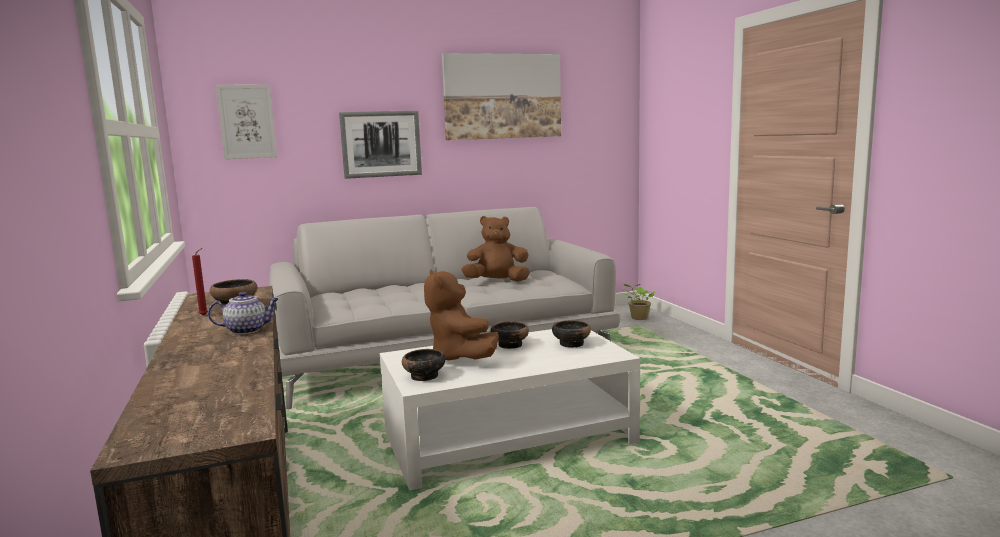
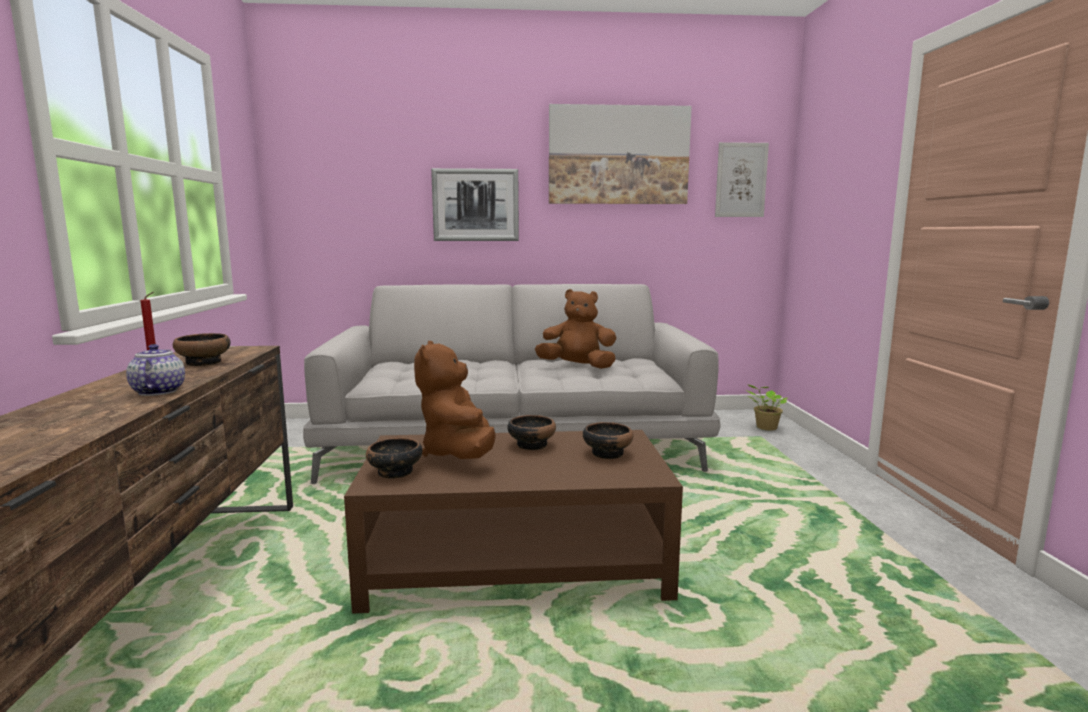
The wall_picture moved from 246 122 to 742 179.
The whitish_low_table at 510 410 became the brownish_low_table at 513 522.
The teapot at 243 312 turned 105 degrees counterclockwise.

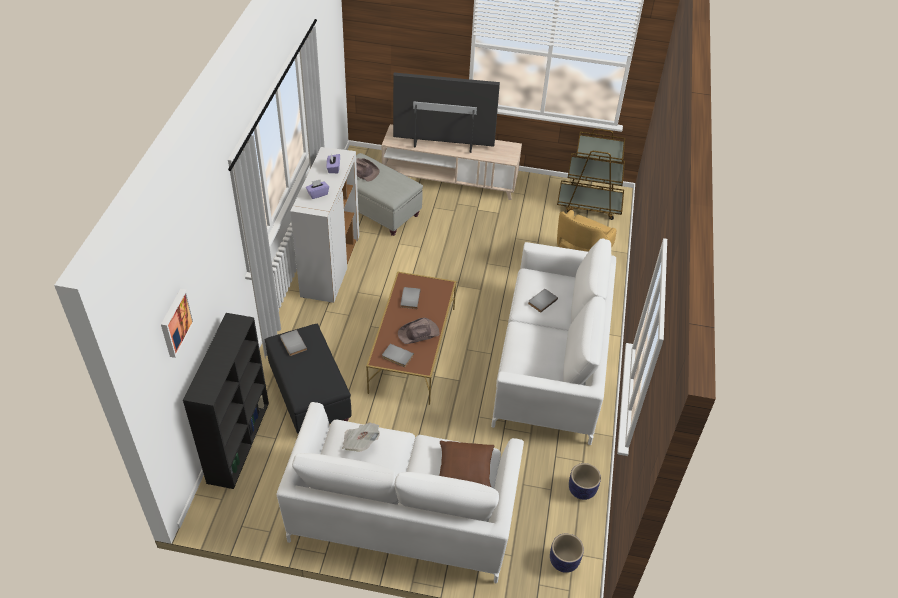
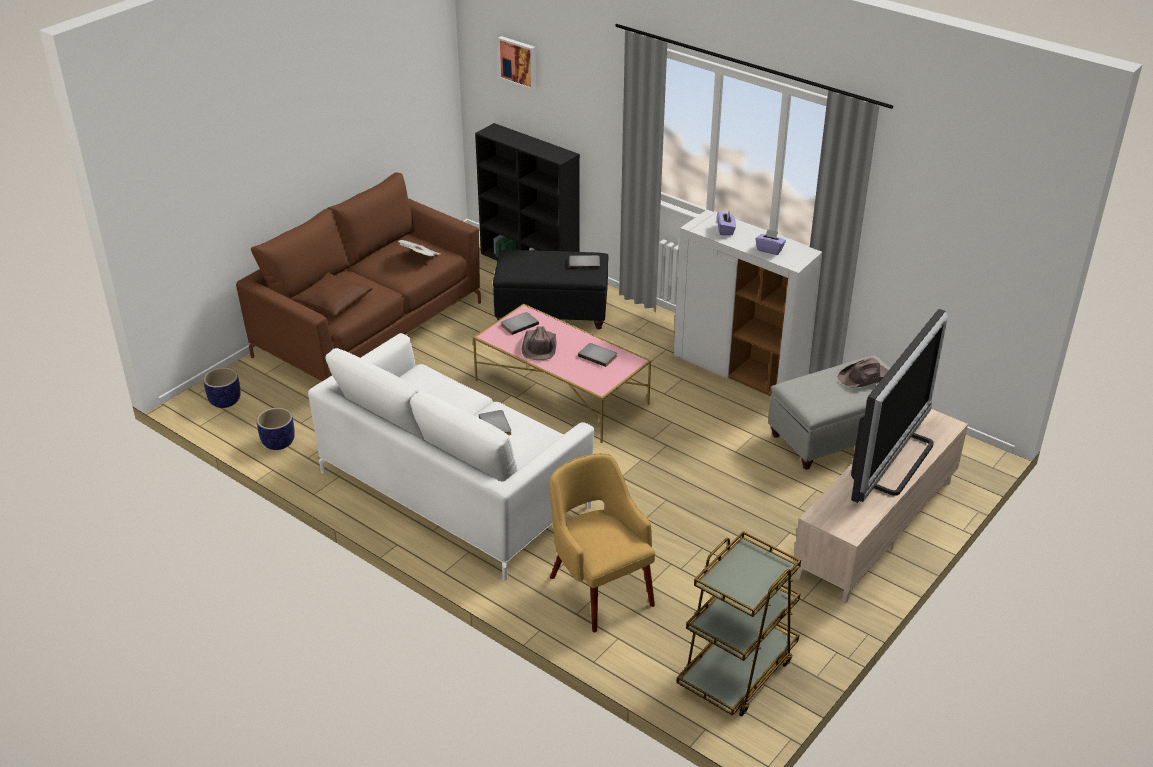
The whitish_sofa at 400 492 became the brownish_sofa at 358 276.
The brownish_low_table at 411 338 became the pink-coloured_low_table at 562 373.

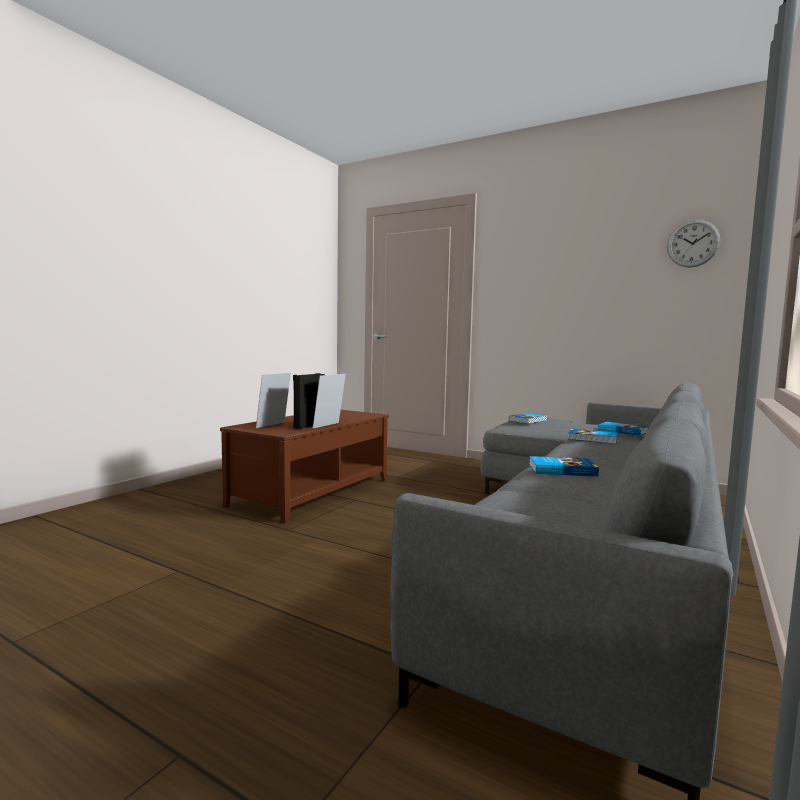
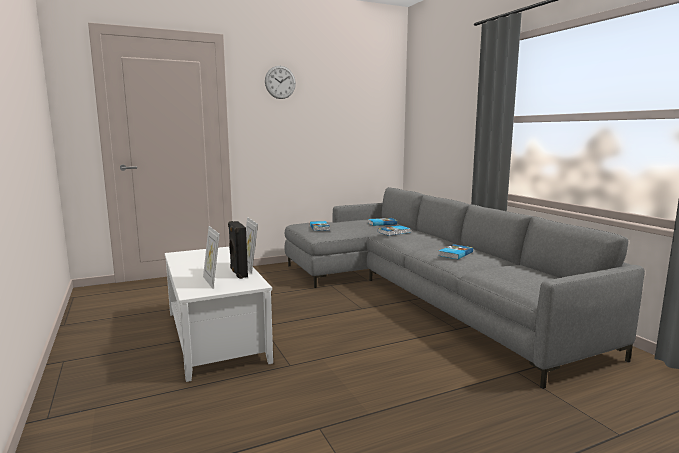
The wall_clock moved from 693 244 to 280 82.
The brownish_low_table at 304 466 became the whitish_low_table at 219 314.

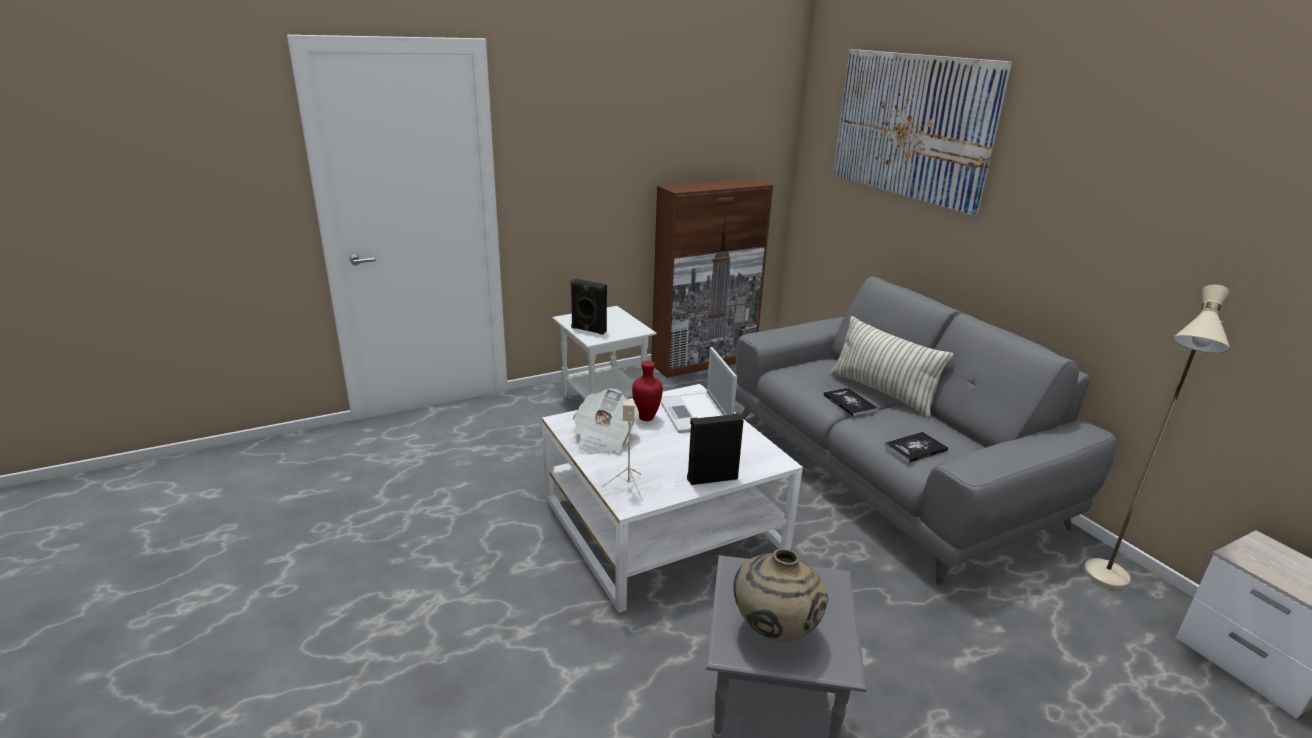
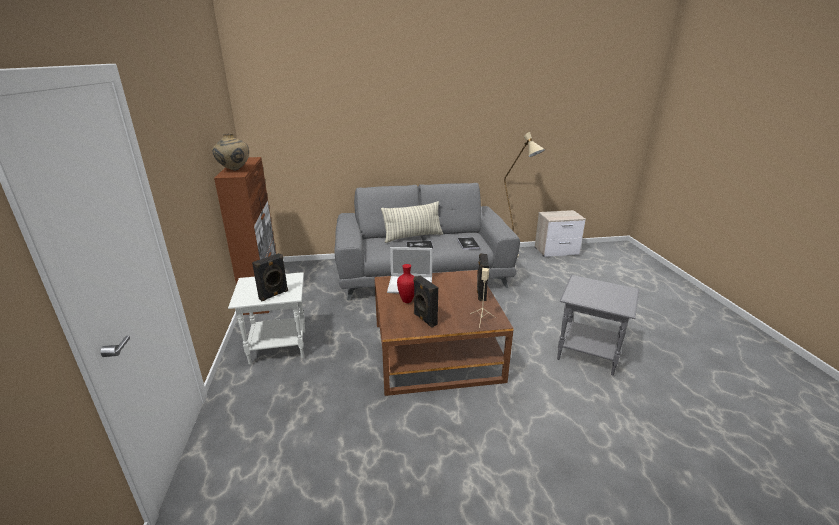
The wall_picture at 922 132 disappeared.
The beige_decorative_vase moved from 780 595 to 230 152.
The daily_paper at 606 421 was replaced by the black_loudspeaker at 426 301.
The whitish_low_table at 672 498 became the brownish_low_table at 444 333.

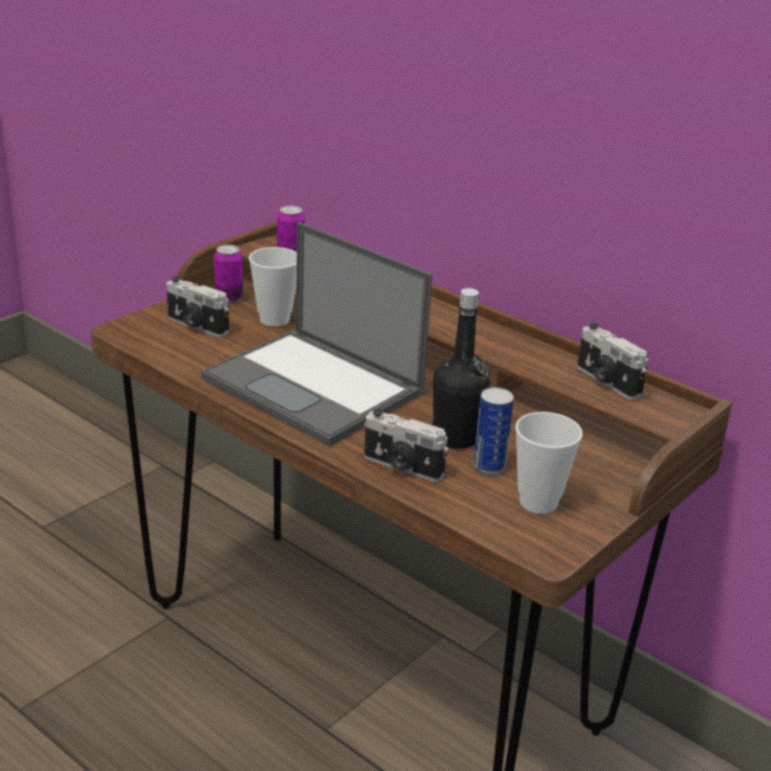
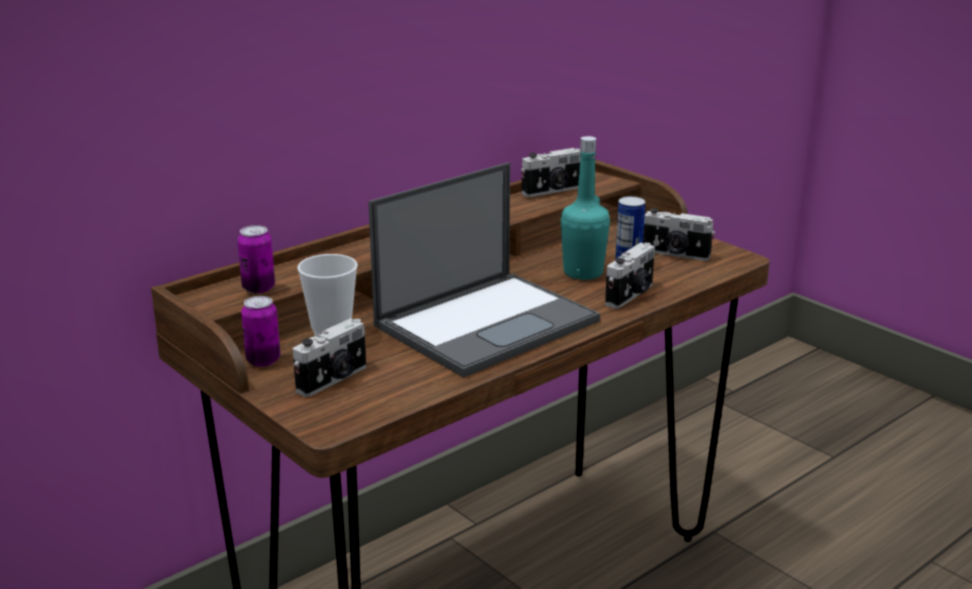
The drinking_cup at 548 463 was replaced by the photo_camera at 679 234.
The black_beverage_bottle at 461 368 became the turquoise_beverage_bottle at 585 208.

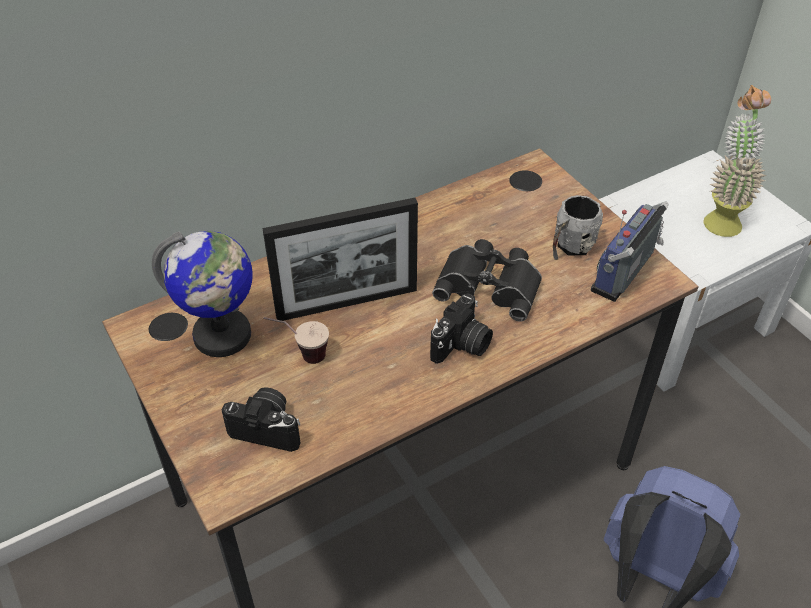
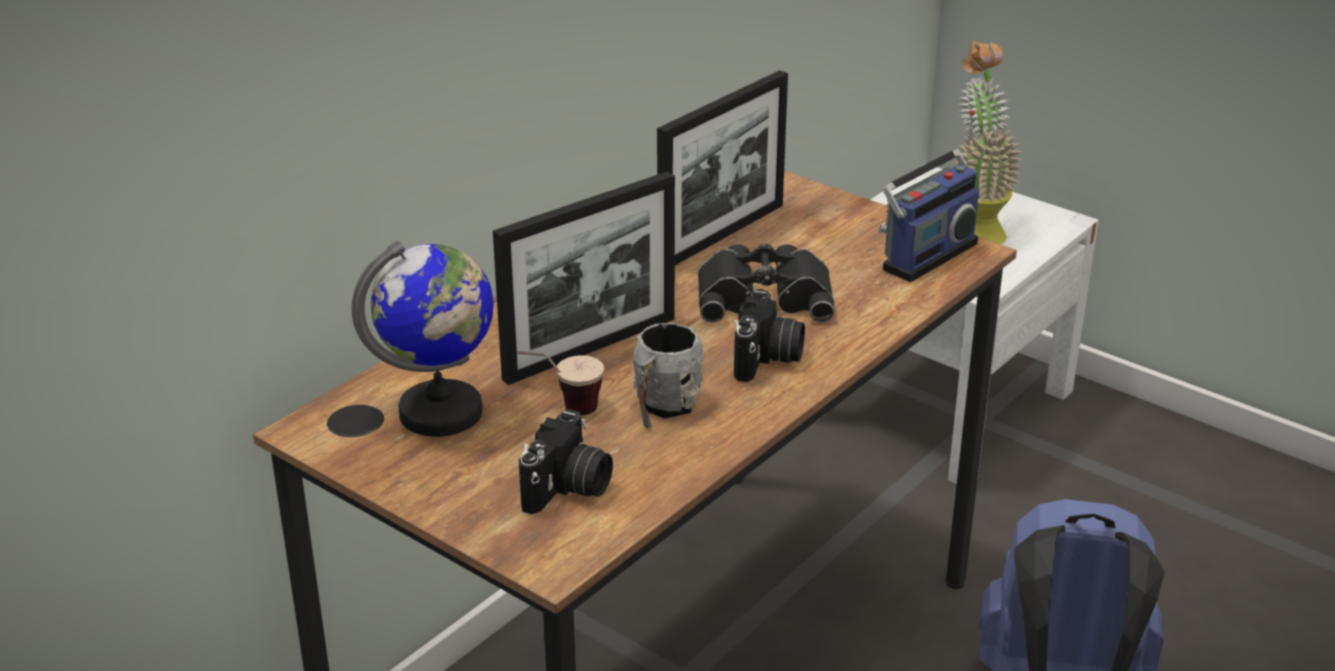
The standing_frame at 722 167 appeared.
The grey_tea_mug moved from 578 227 to 668 375.
The photo_camera at 261 419 turned 120 degrees clockwise.
The radio_set at 630 251 turned 150 degrees counterclockwise.

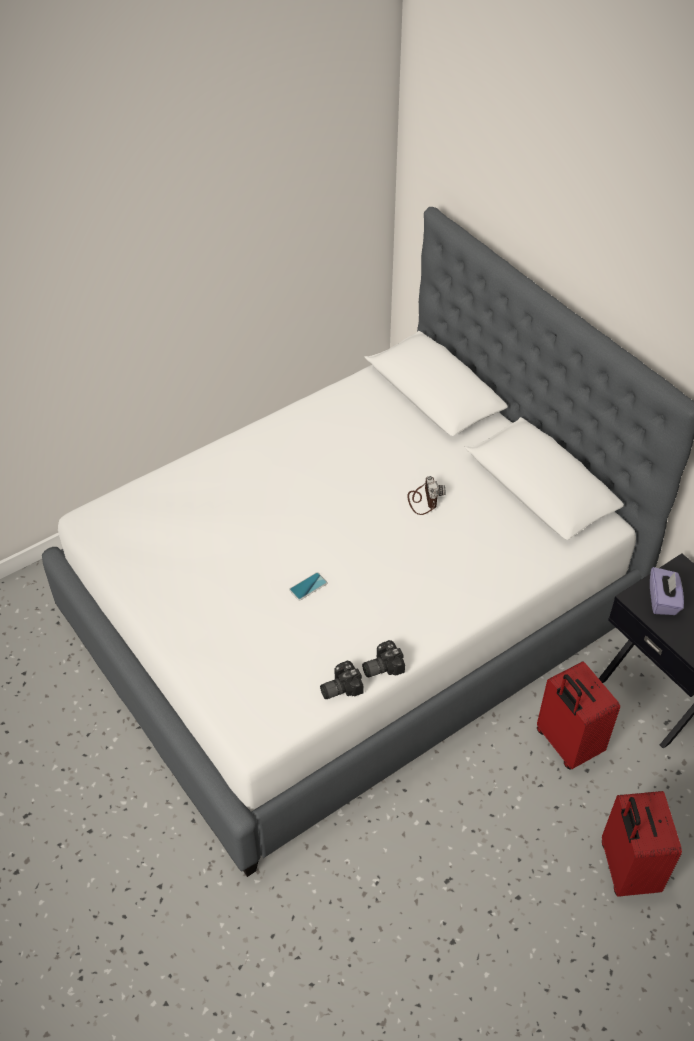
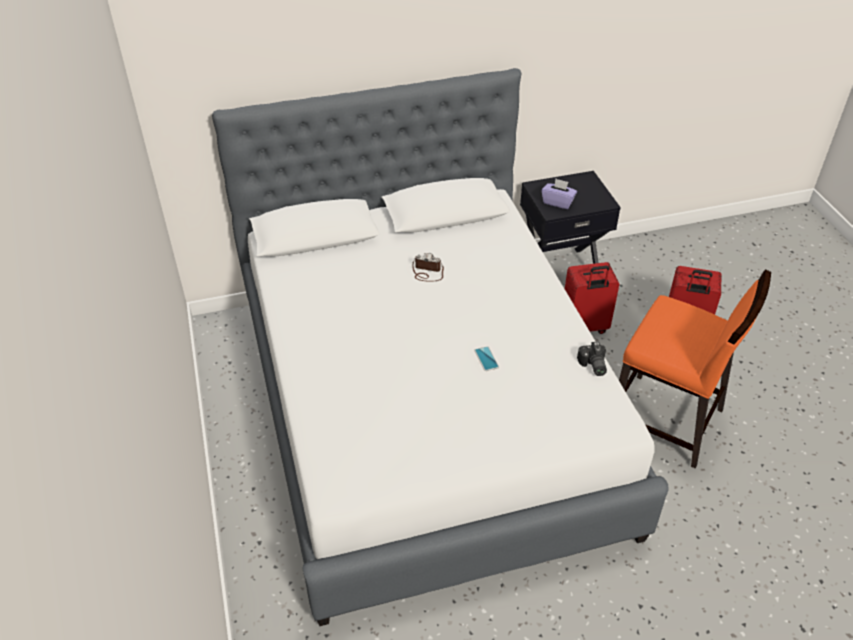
The photo_camera at 383 658 disappeared.
The orangey_chair at 695 369 appeared.

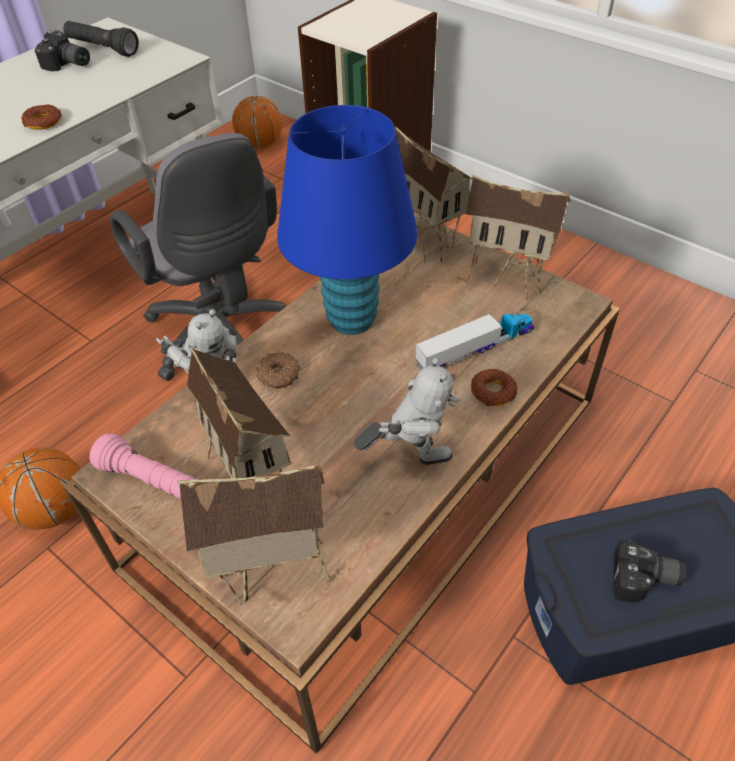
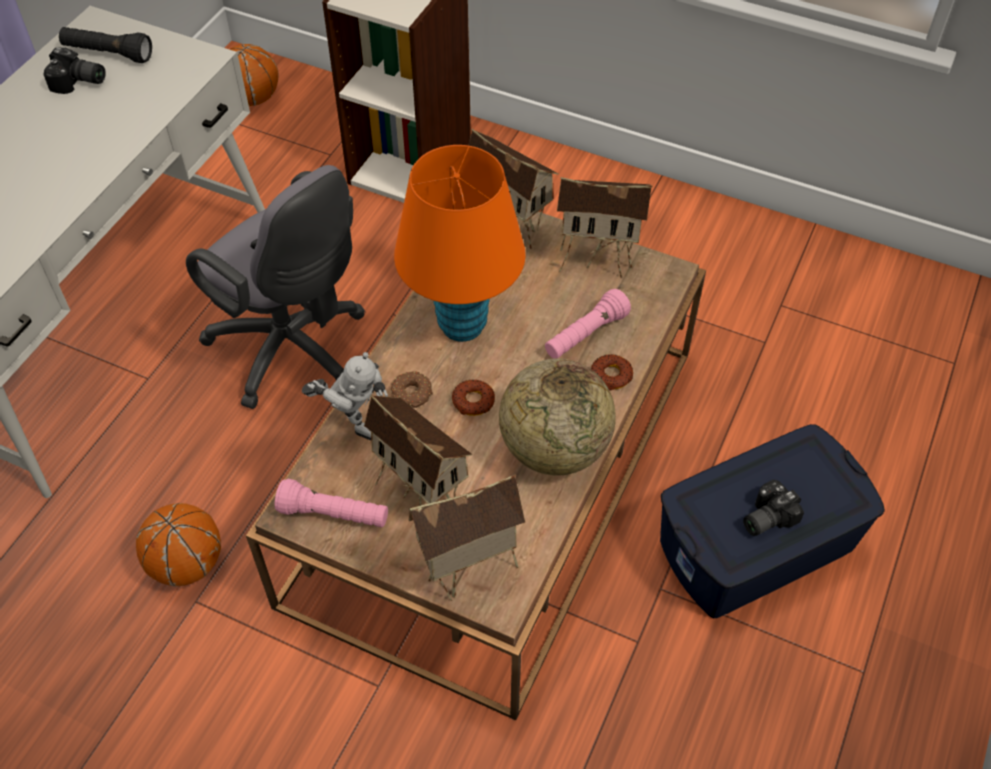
The donut moved from 41 117 to 473 398.
The robot_figure at 407 411 was replaced by the globe at 557 416.
The toy_lorry at 474 340 was replaced by the pink-coloured_flashlight at 588 324.
The blue_table_lamp at 347 220 became the orangey_table_lamp at 460 243.
The photo_camera at 649 571 turned 150 degrees clockwise.

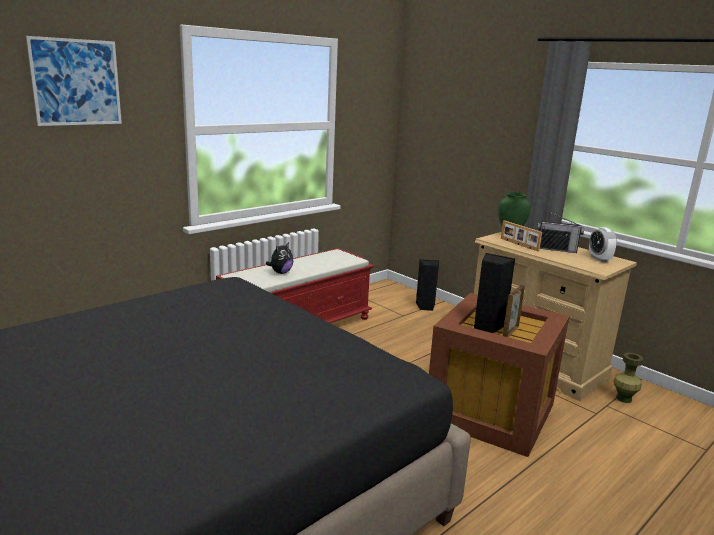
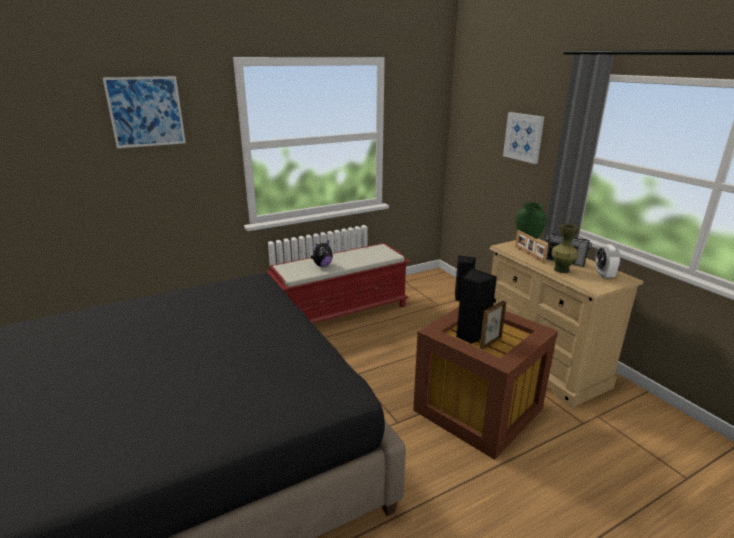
The wall_picture at 523 138 appeared.
The greenish_decorative_vase moved from 628 377 to 565 248.

